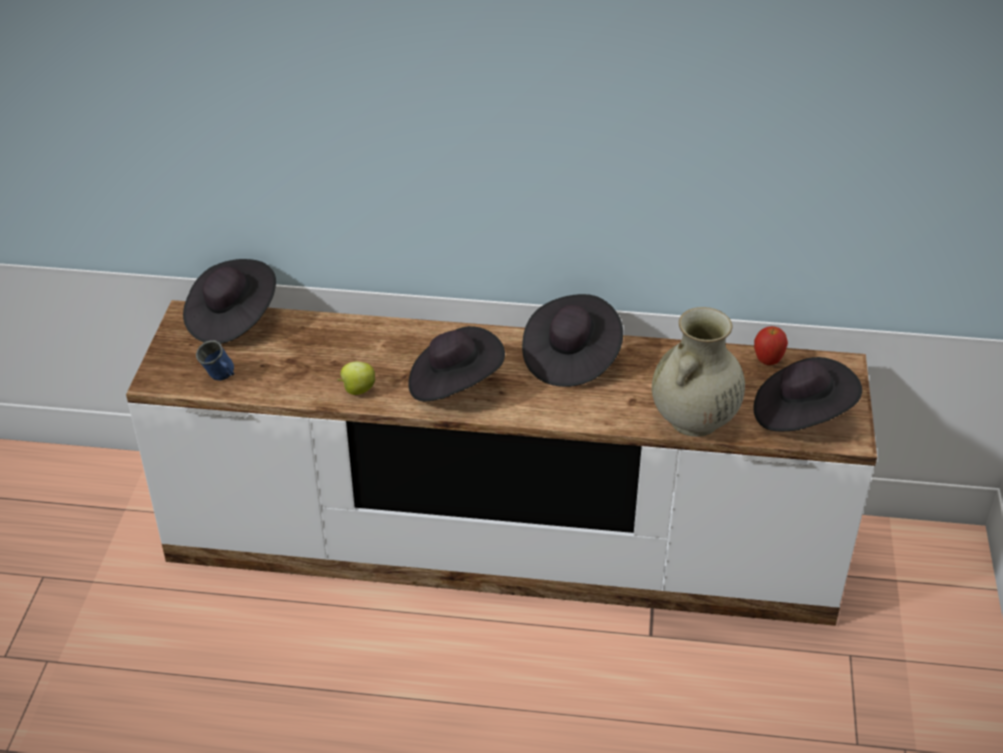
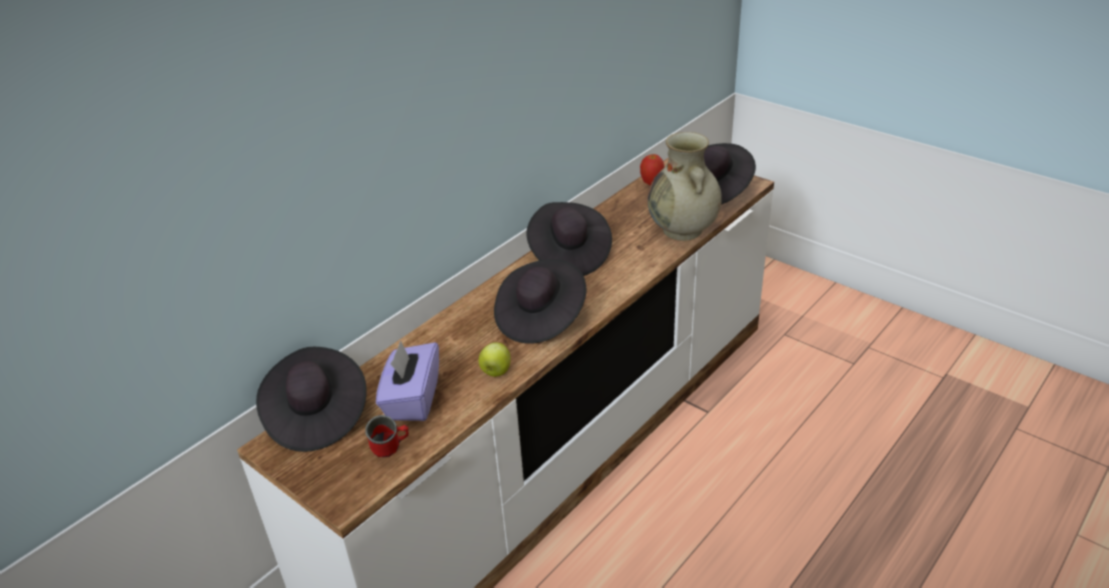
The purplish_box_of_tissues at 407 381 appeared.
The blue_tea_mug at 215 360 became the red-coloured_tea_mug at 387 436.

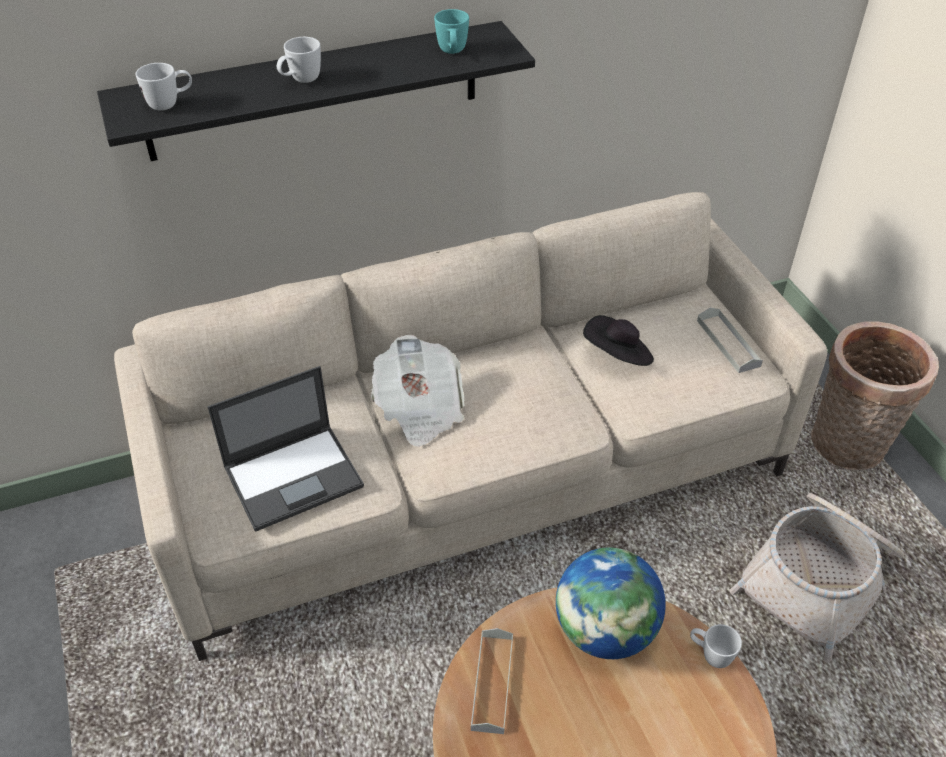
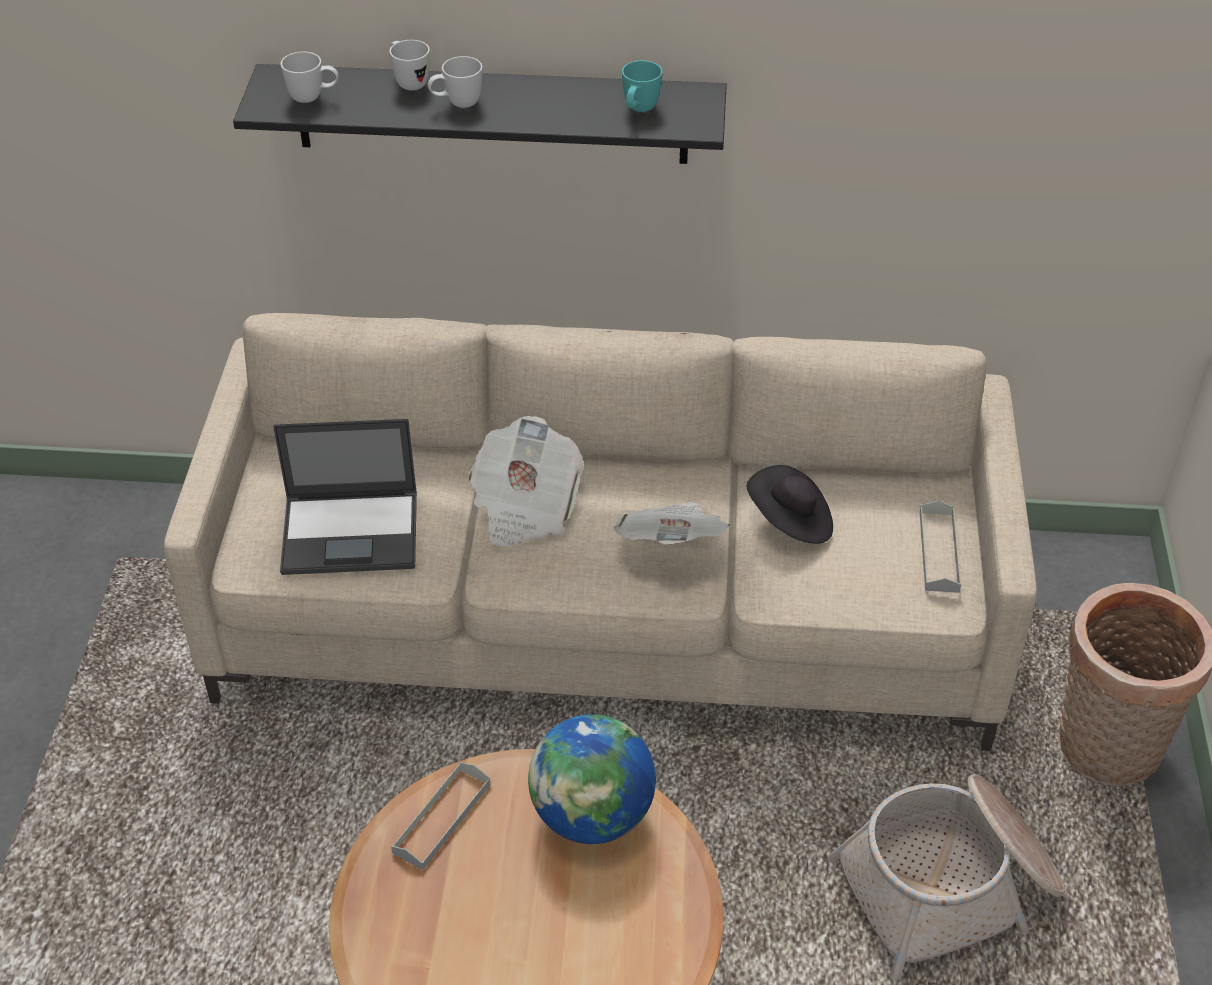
The daily_paper at 672 523 appeared.
The whitish_tea_mug moved from 716 646 to 409 65.

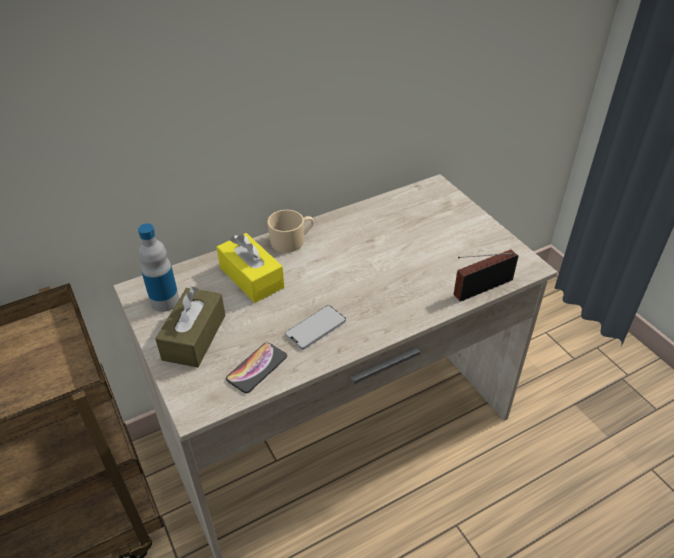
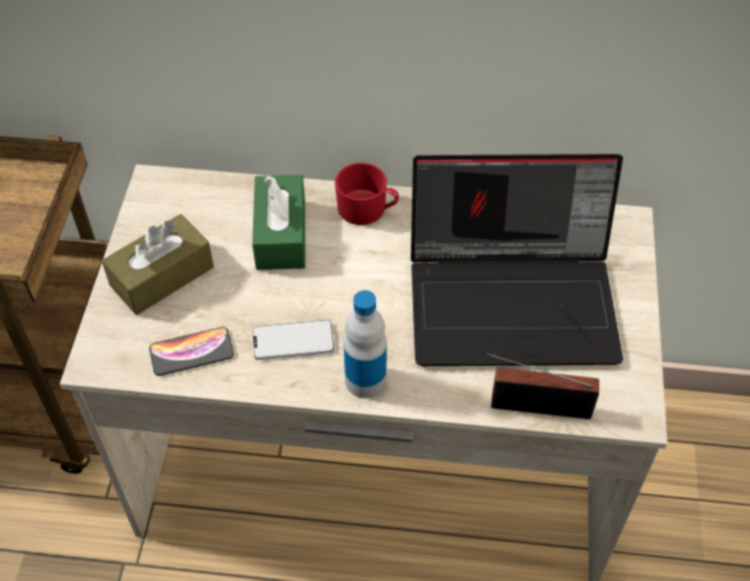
The portable_computer at 517 260 appeared.
The beverage_bottle moved from 158 267 to 365 344.
The yellow-coloured_box_of_tissues at 250 268 became the greenish_box_of_tissues at 278 222.
The beige_tea_mug at 290 231 became the red-coloured_tea_mug at 367 194.

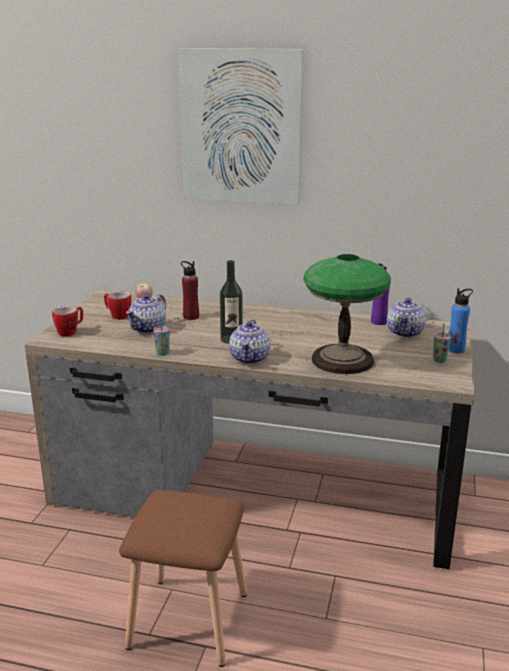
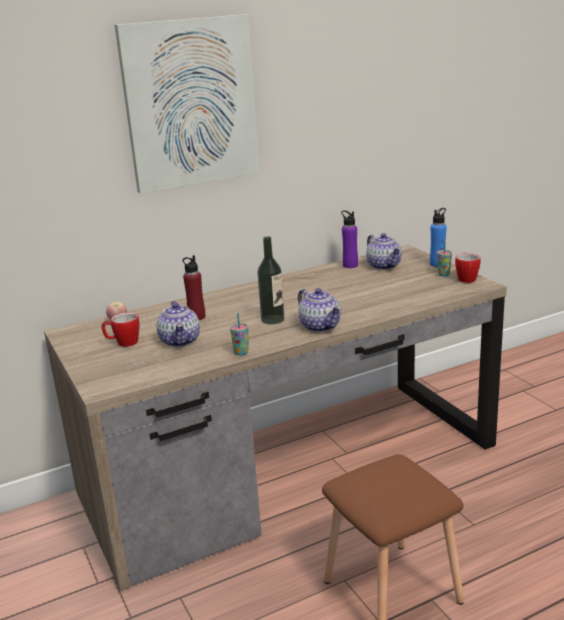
The table_lamp at 347 314 disappeared.
The tea_mug moved from 67 321 to 468 268.

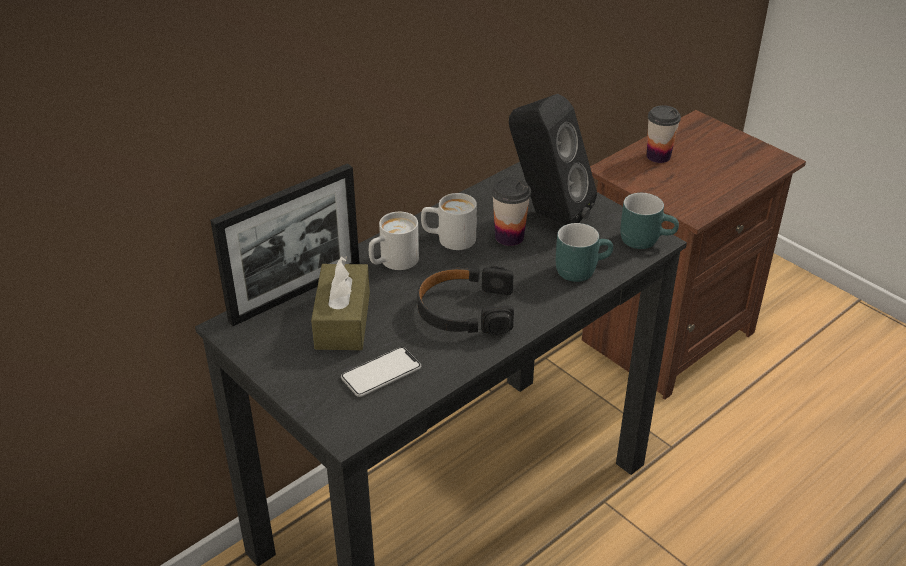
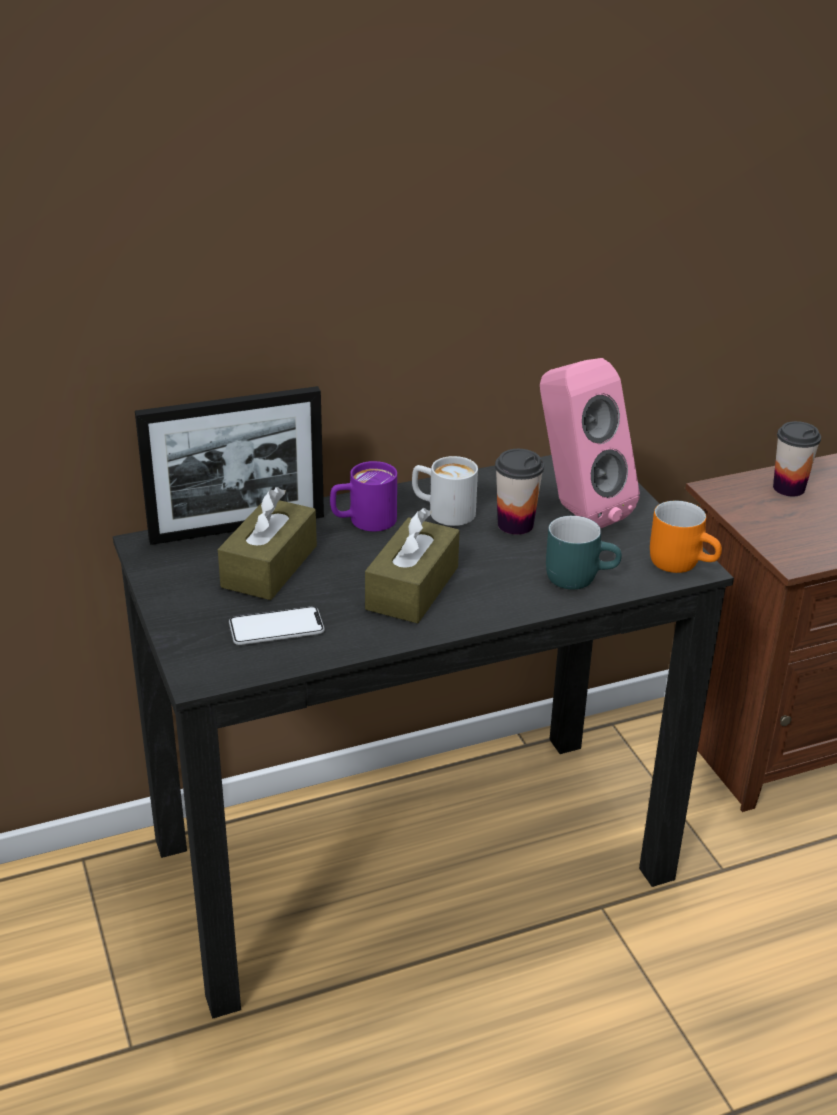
The black_headphones at 465 300 was replaced by the brownish_box_of_tissues at 412 566.
The whitish_tea_mug at 394 241 became the purplish_tea_mug at 363 496.
The black_loudspeaker at 553 159 became the pink-coloured_loudspeaker at 590 443.
The turquoise_tea_mug at 649 221 became the orangey_tea_mug at 686 537.

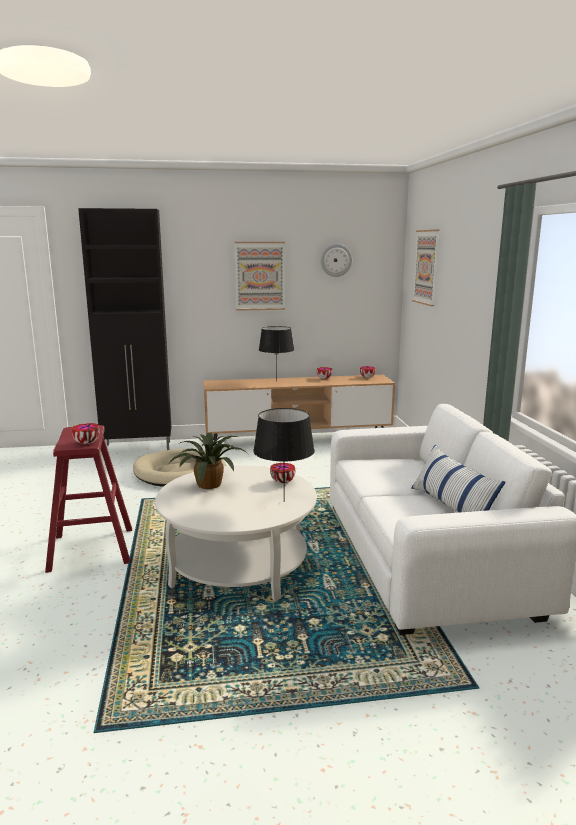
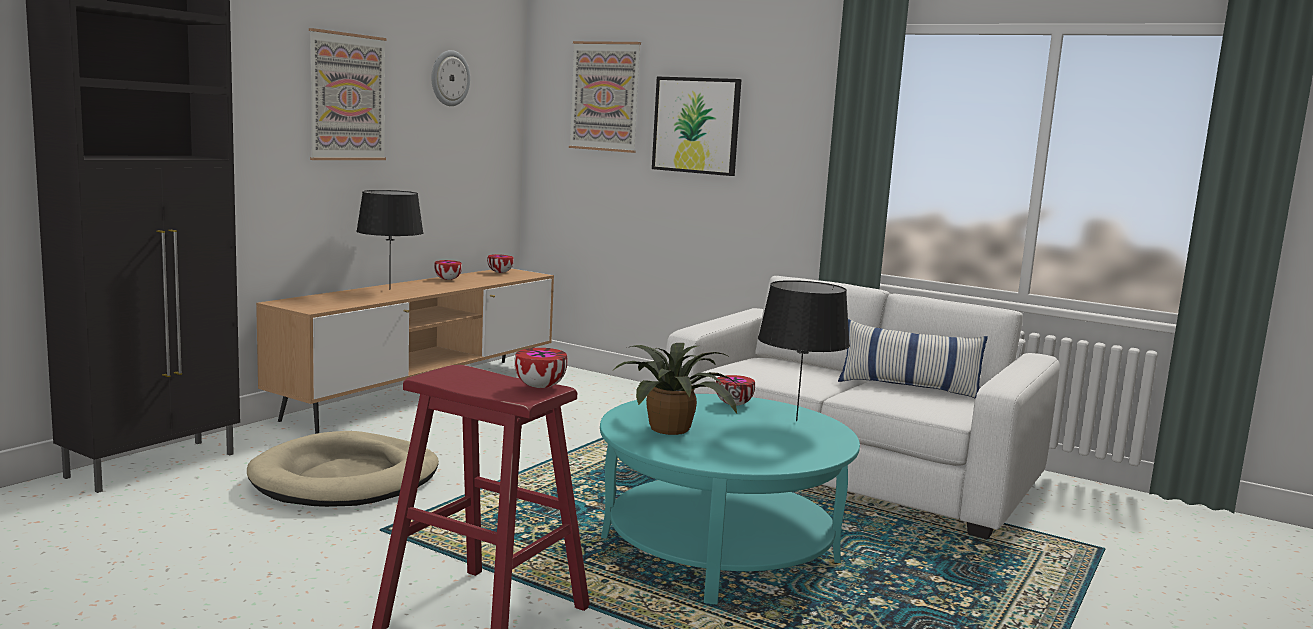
The wall_picture at 697 126 appeared.
The whitish_low_table at 236 533 became the turquoise_low_table at 730 499.

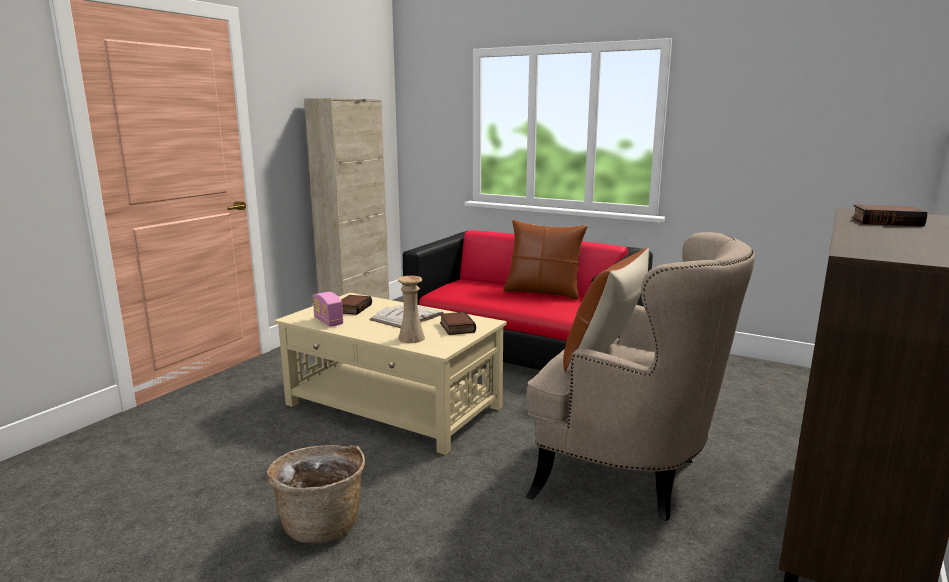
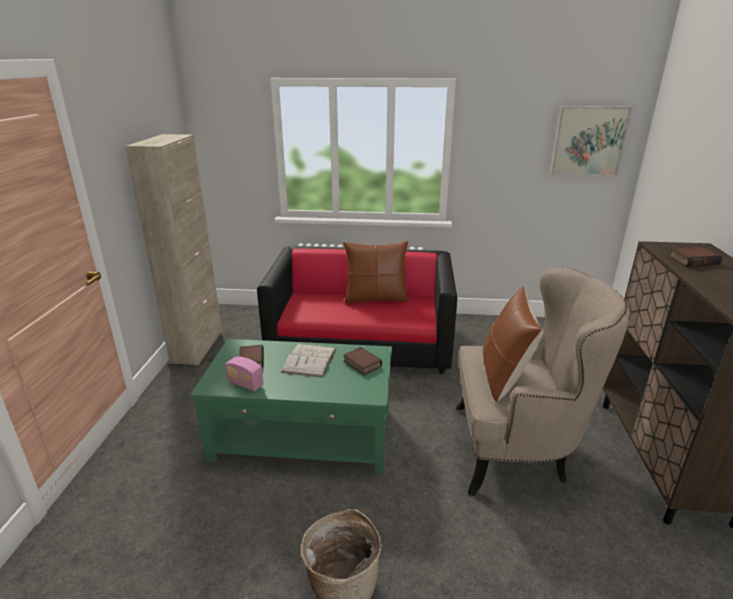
The beige_decorative_vase at 411 309 disappeared.
The wall_picture at 591 141 appeared.
The beige_low_table at 391 374 became the greenish_low_table at 291 406.

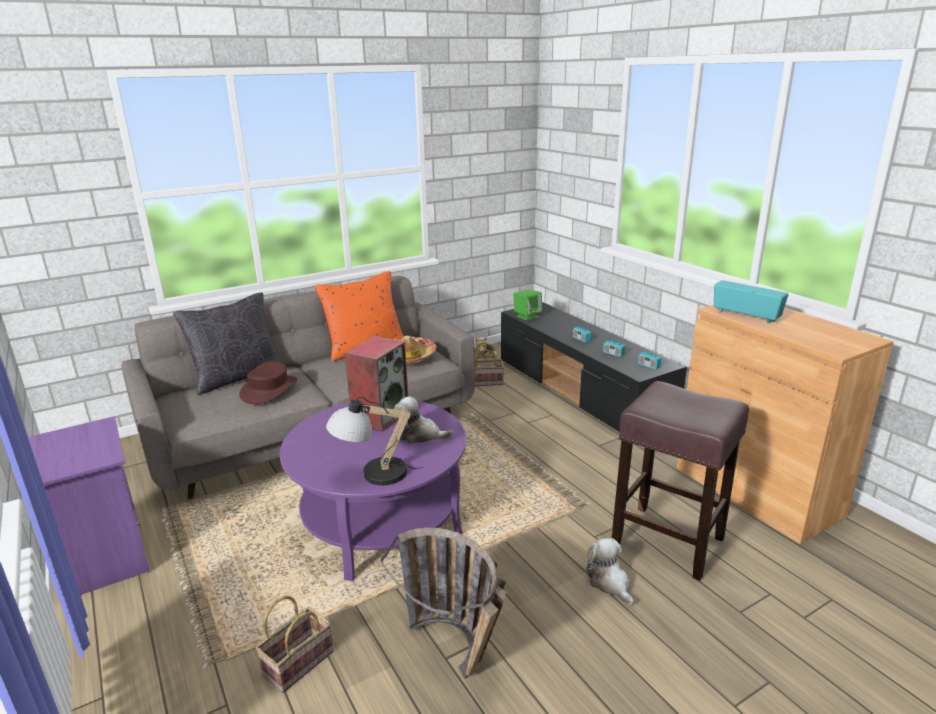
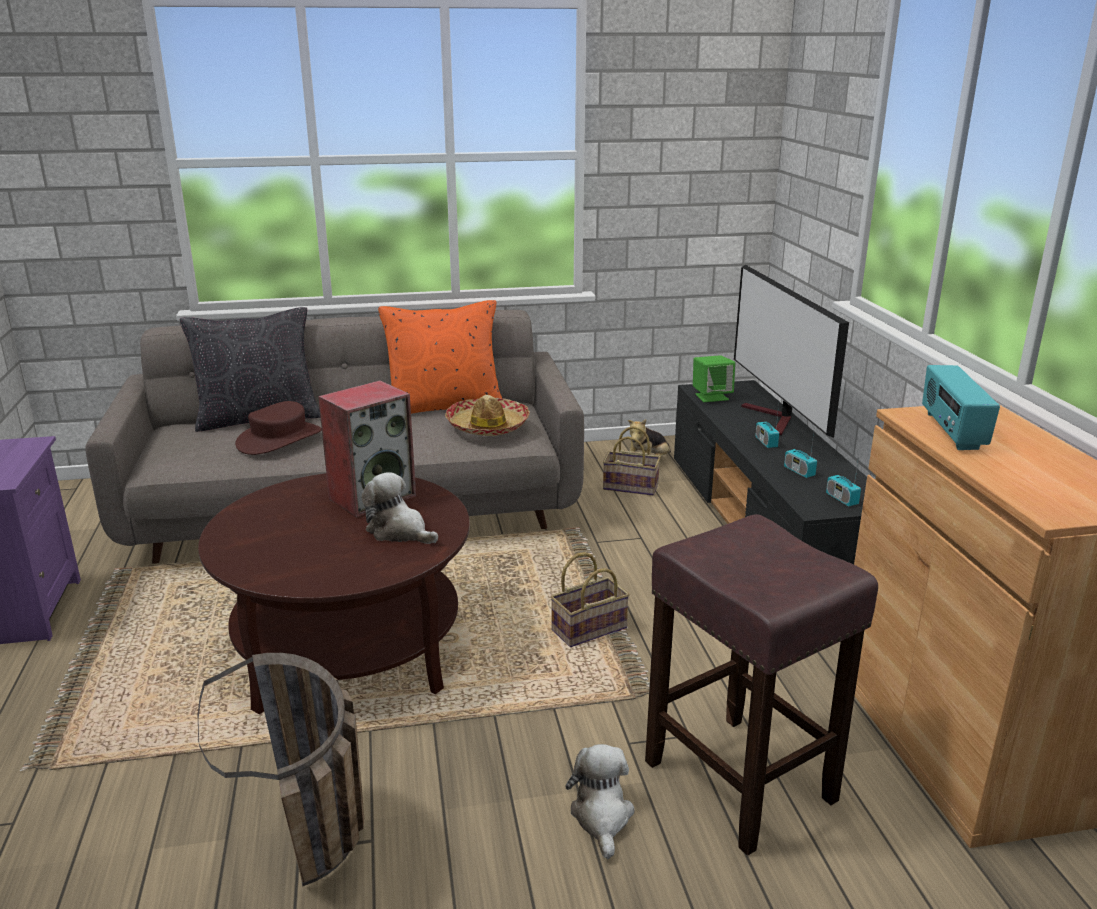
The table_lamp at 374 440 disappeared.
The television at 791 351 appeared.
The household_basket moved from 295 644 to 590 599.
The purplish_low_table at 373 491 became the brownish_low_table at 334 593.
The radio_set at 751 301 turned 150 degrees counterclockwise.

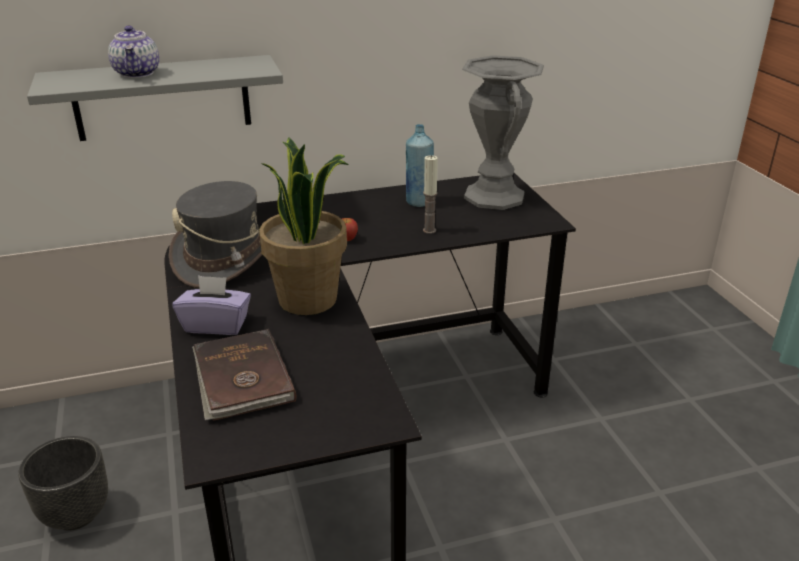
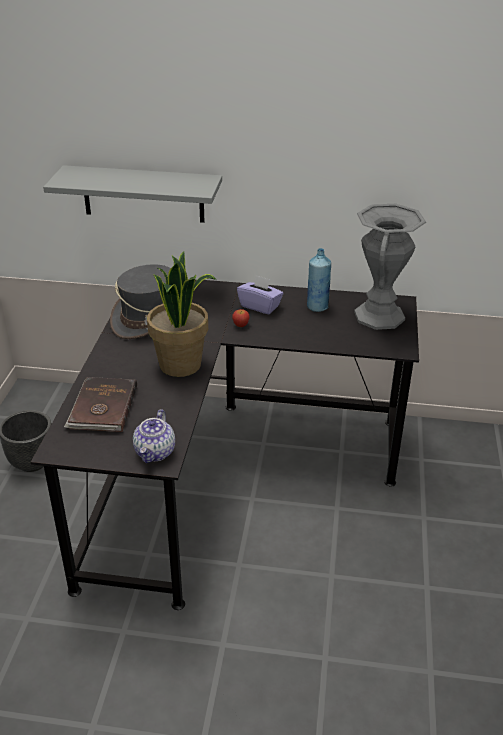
The candle at 430 194 disappeared.
The teapot moved from 133 51 to 154 436.
The purplish_box_of_tissues moved from 211 305 to 260 294.

